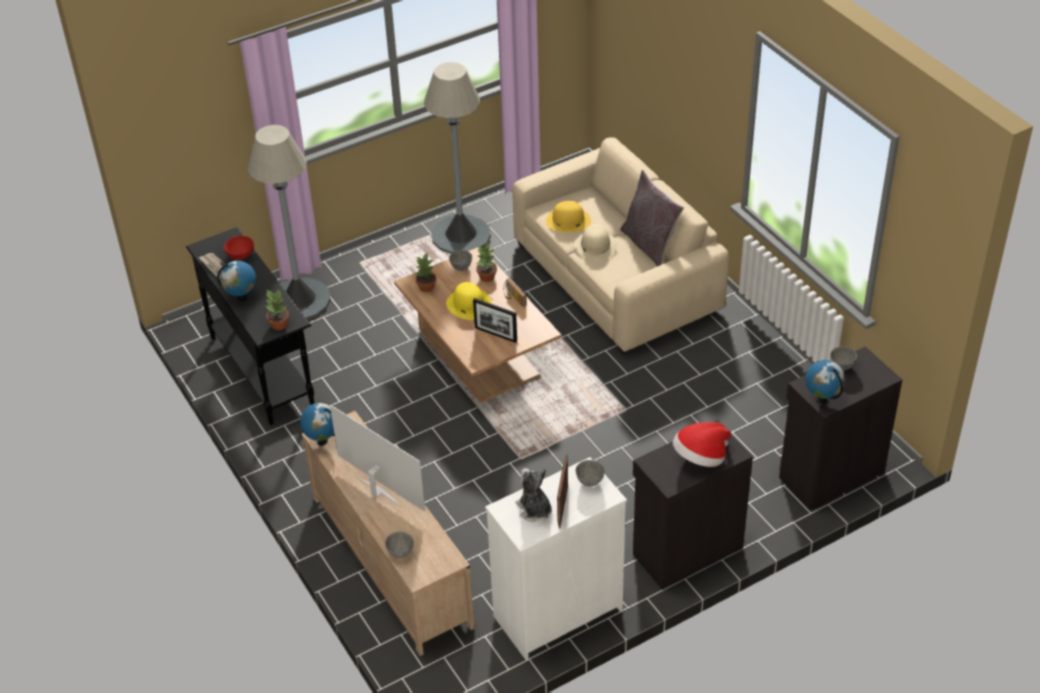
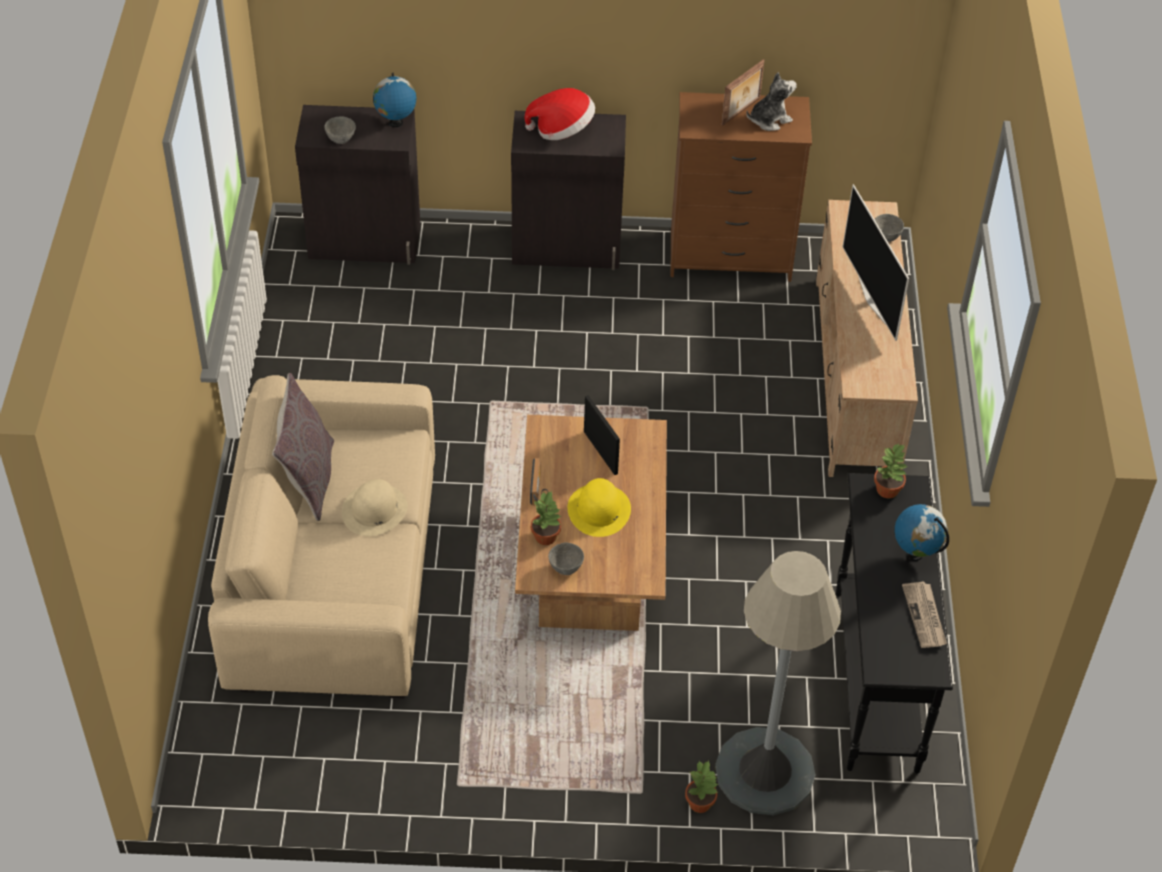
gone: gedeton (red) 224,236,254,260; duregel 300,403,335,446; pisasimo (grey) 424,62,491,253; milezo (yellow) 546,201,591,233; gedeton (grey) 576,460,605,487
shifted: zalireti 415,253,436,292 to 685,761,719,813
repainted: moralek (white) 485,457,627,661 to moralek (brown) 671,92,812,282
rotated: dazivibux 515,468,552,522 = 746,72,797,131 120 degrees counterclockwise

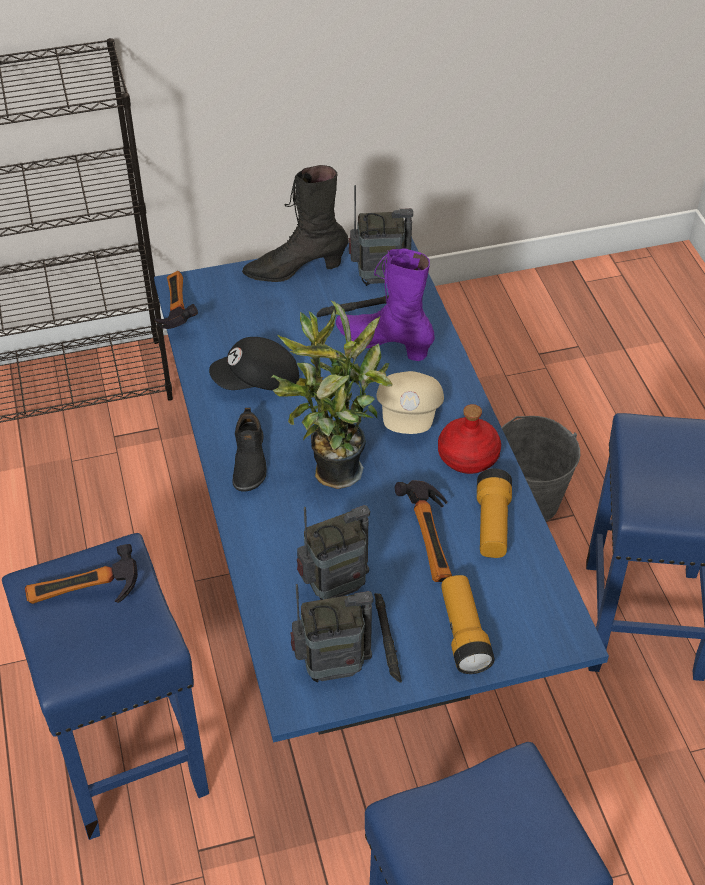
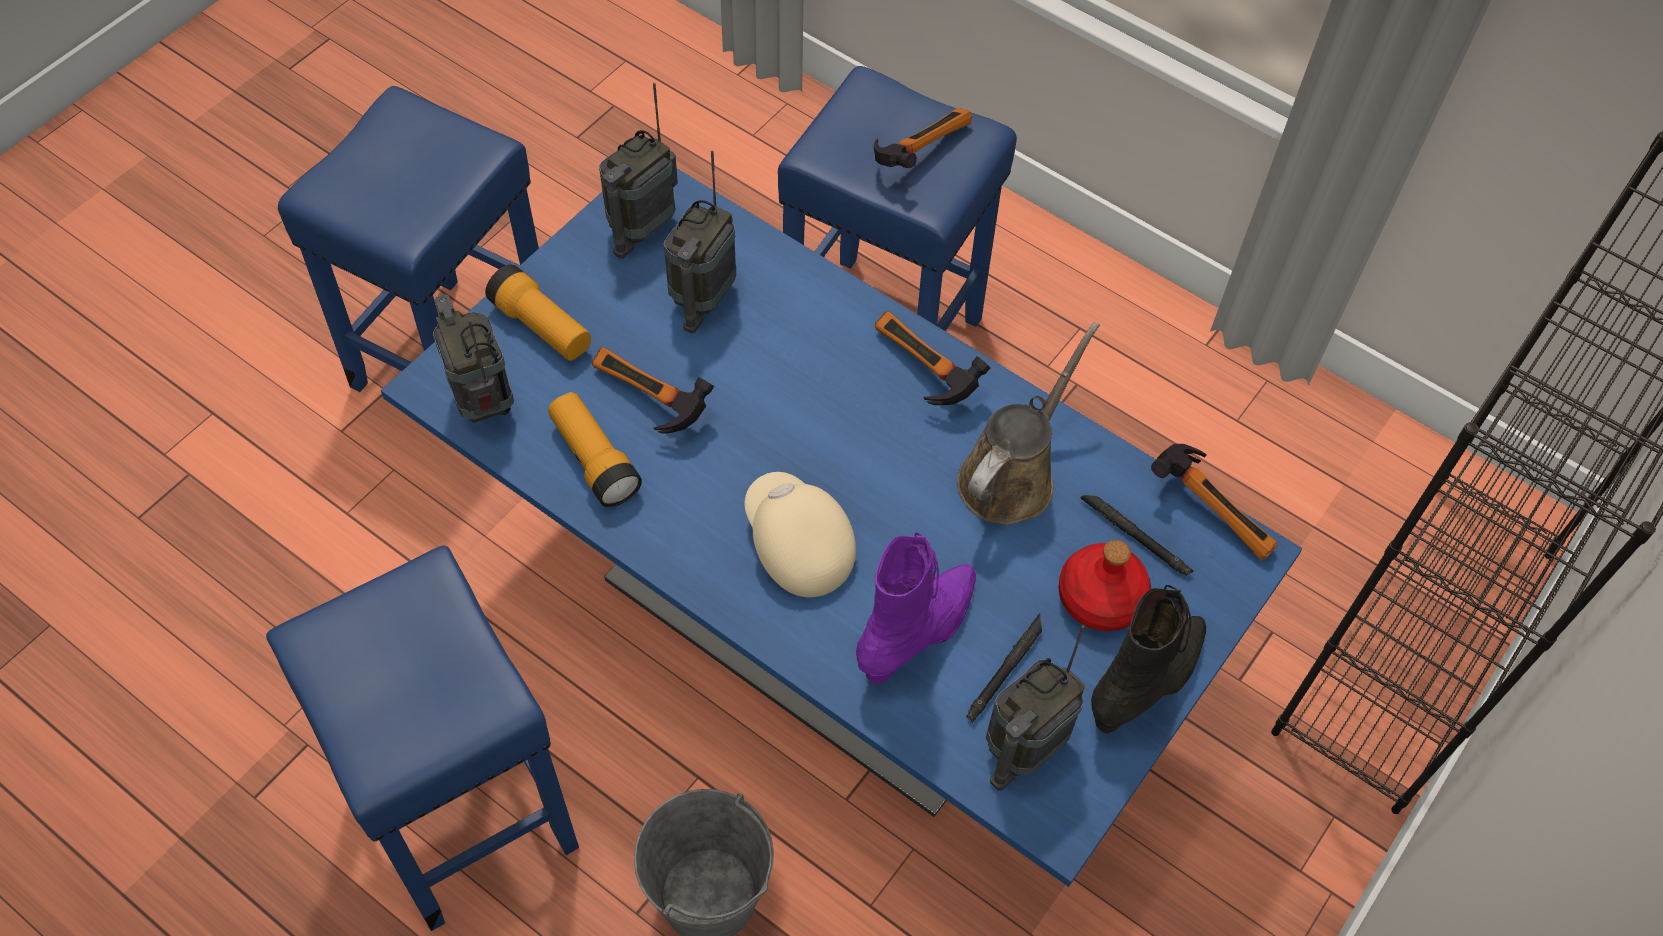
gone: zalireti 272,301,392,489
new: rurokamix 433,294,514,423
shifted: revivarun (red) 438,404,501,474 to 1058,540,1151,631; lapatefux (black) 374,593,402,683 to 1081,495,1193,576
swapped: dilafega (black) 232,408,267,492 to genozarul 875,311,990,405; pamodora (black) 209,337,299,390 to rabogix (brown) 957,322,1100,525
rotated: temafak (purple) 336,248,435,361 = 856,533,976,685 45 degrees counterclockwise

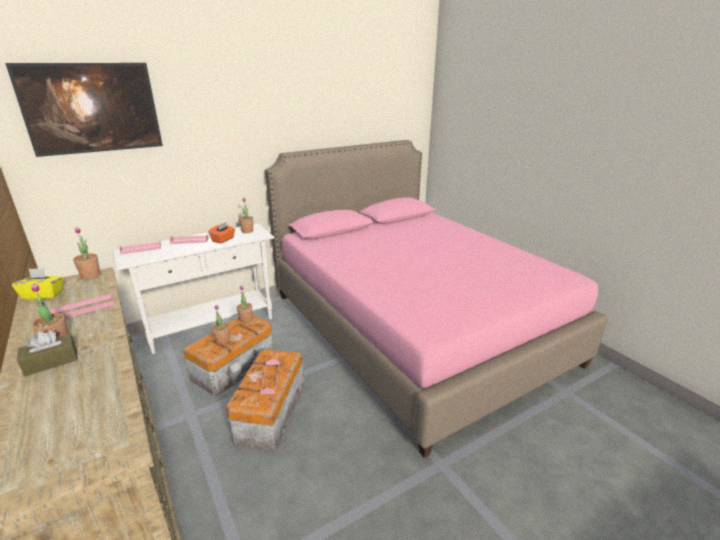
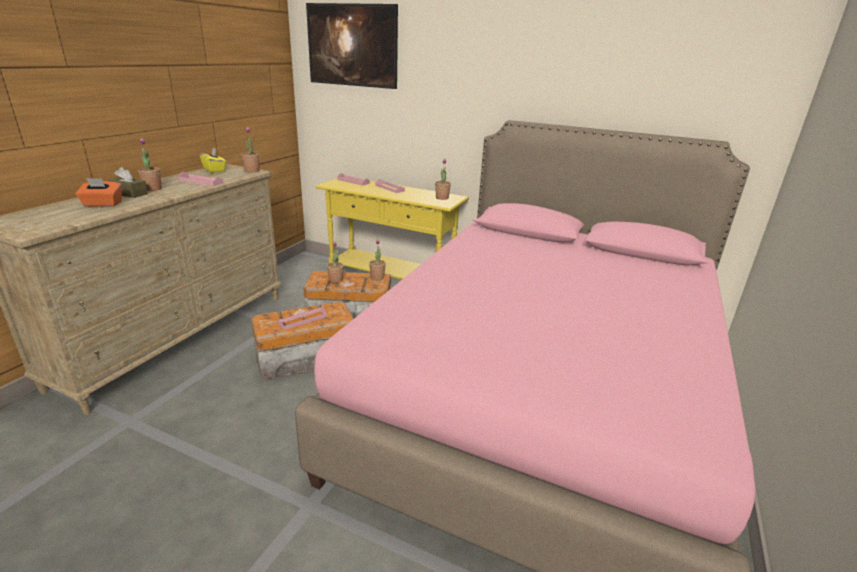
shifted: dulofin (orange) 208,222,235,244 to 75,178,122,207
repainted: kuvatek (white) 112,223,274,354 to kuvatek (yellow) 315,178,469,279

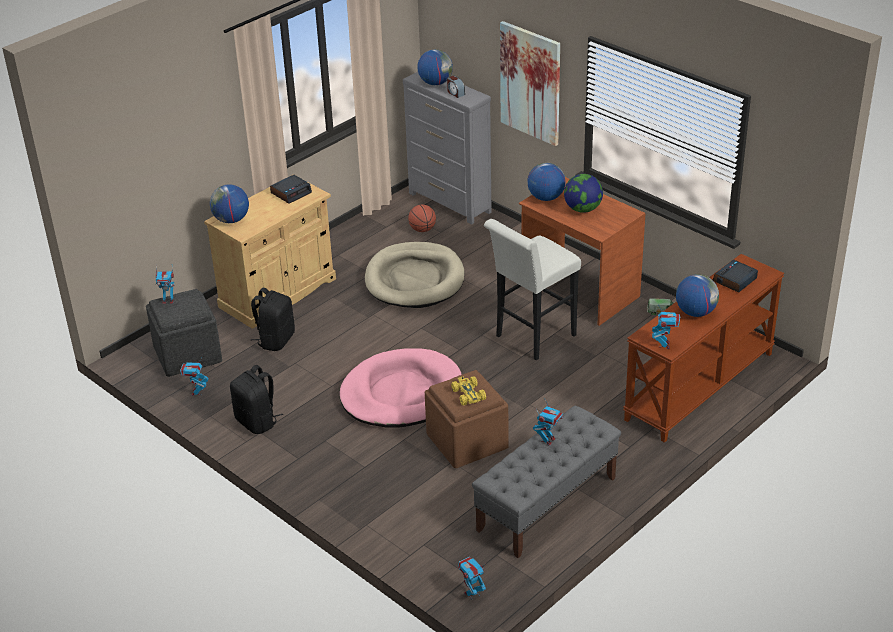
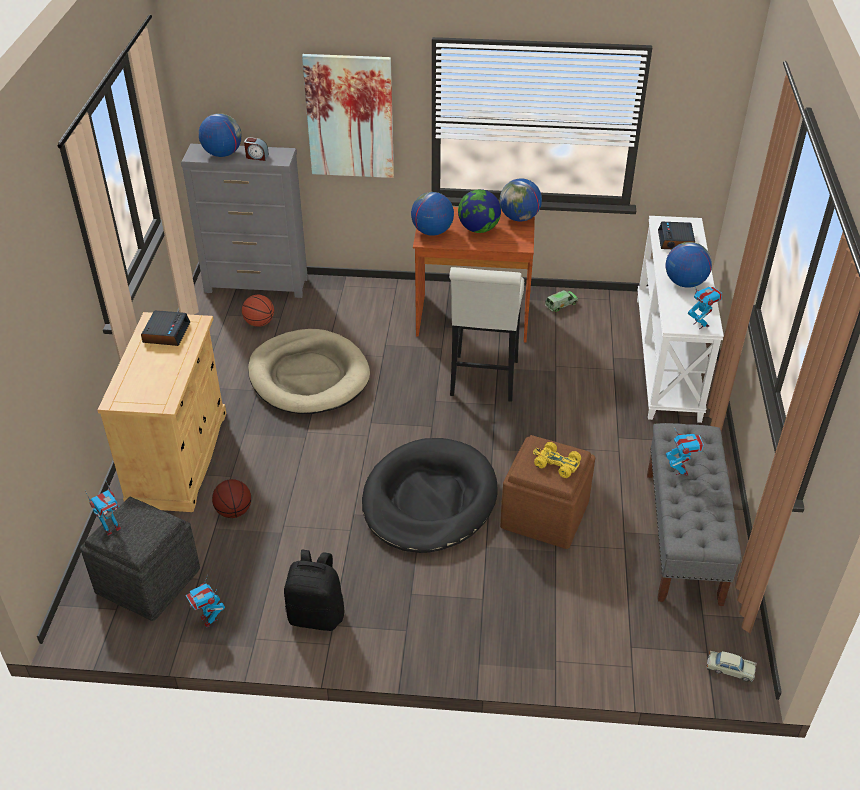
shifted: duregel 210,184,249,223 to 499,178,542,222
swapped: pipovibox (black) 251,288,295,351 to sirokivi 212,479,251,518; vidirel 458,557,486,599 to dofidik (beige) 706,651,757,682
repainted: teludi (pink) 340,348,462,428 to teludi (black) 362,438,498,553; kuvatek (brown) 623,254,784,443 to kuvatek (white) 637,216,724,423

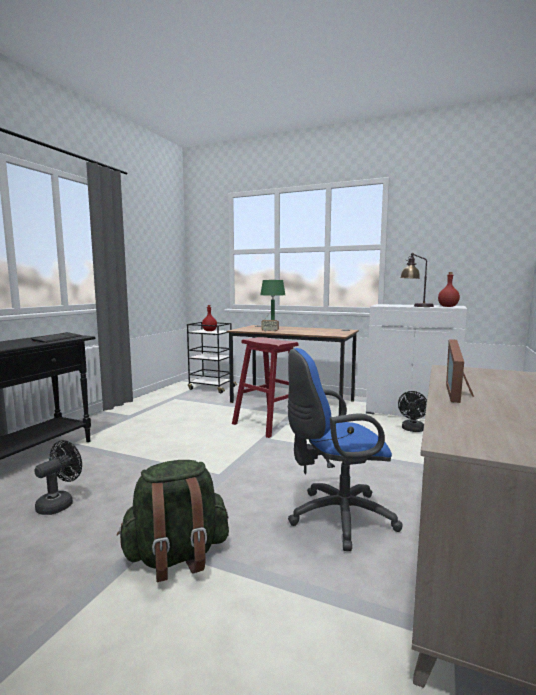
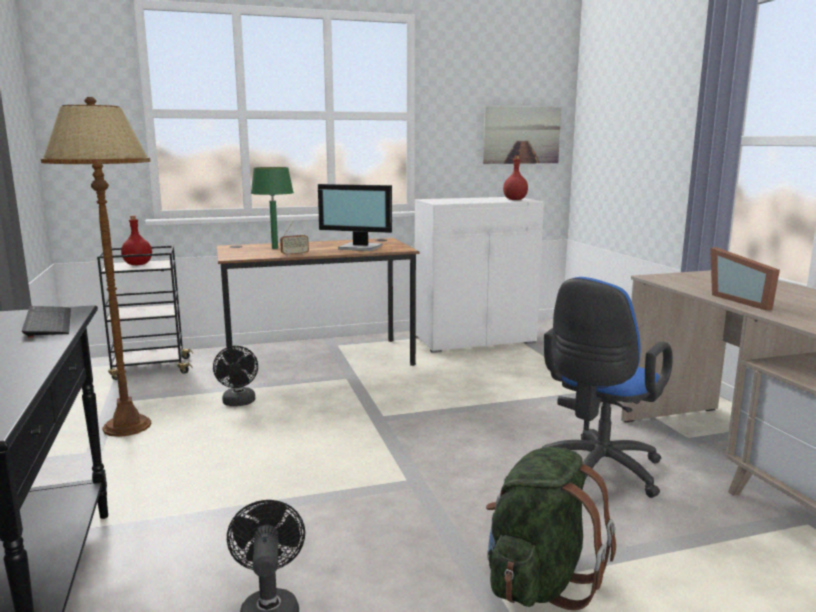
gone: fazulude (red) 232,337,299,438; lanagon 401,253,434,307
new: pisasimo (brown) 41,97,151,437; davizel 318,184,392,251; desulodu 483,106,561,164
shifted: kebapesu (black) 398,391,427,432 to 213,346,258,406

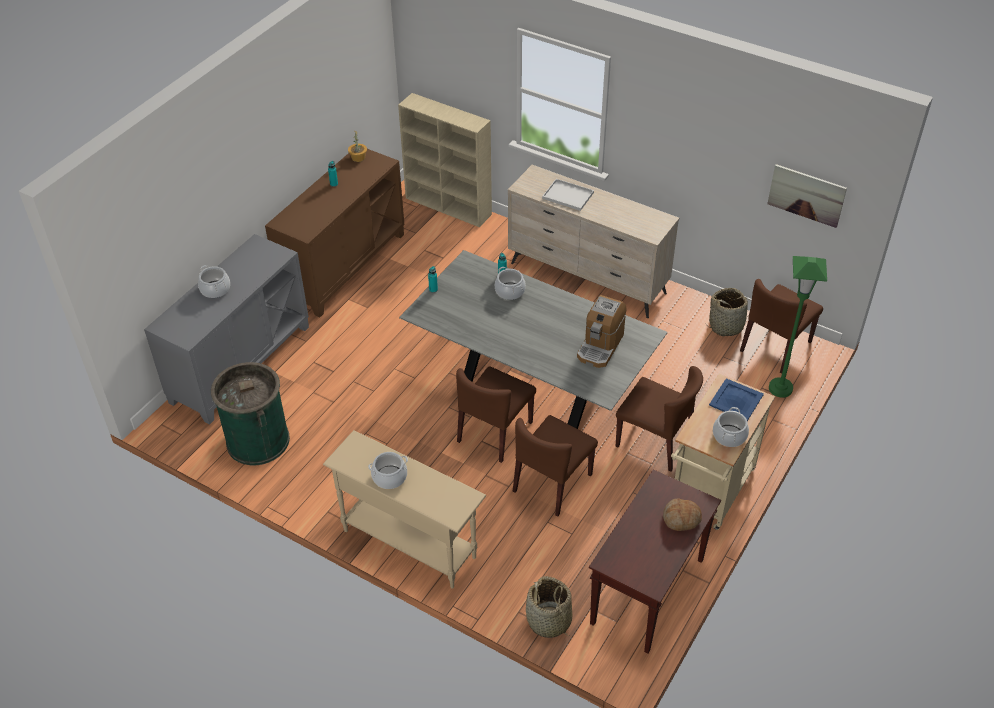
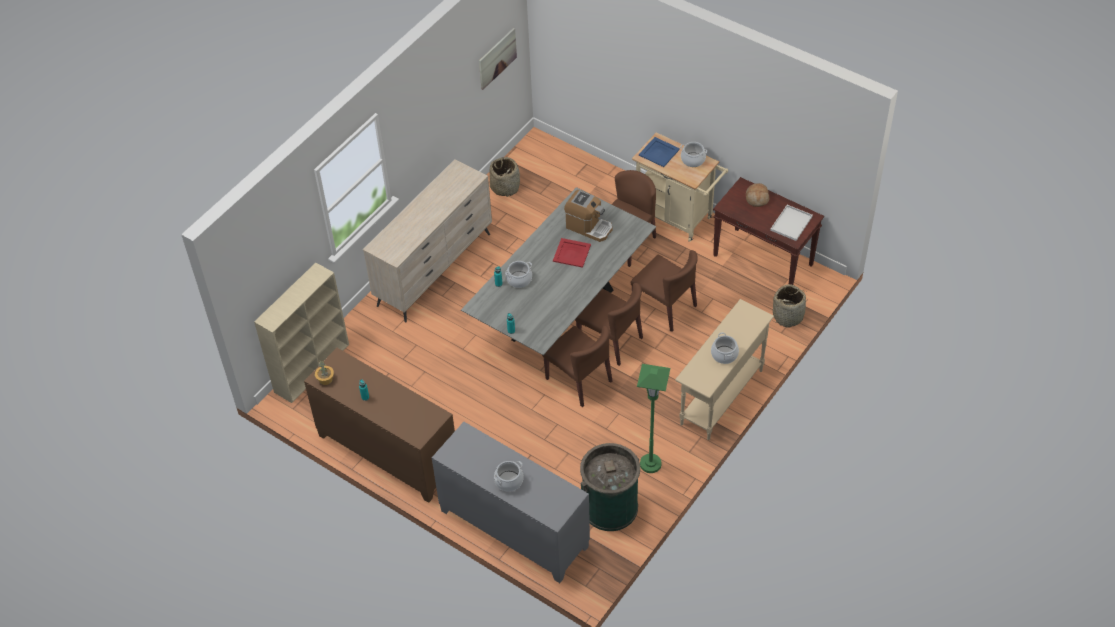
new: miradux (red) 553,238,591,268
shifted: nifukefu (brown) 740,279,823,373 to 542,326,612,407; pisasimo (green) 769,256,827,398 to 637,364,670,473; miradux (white) 542,179,594,211 to 770,205,813,241

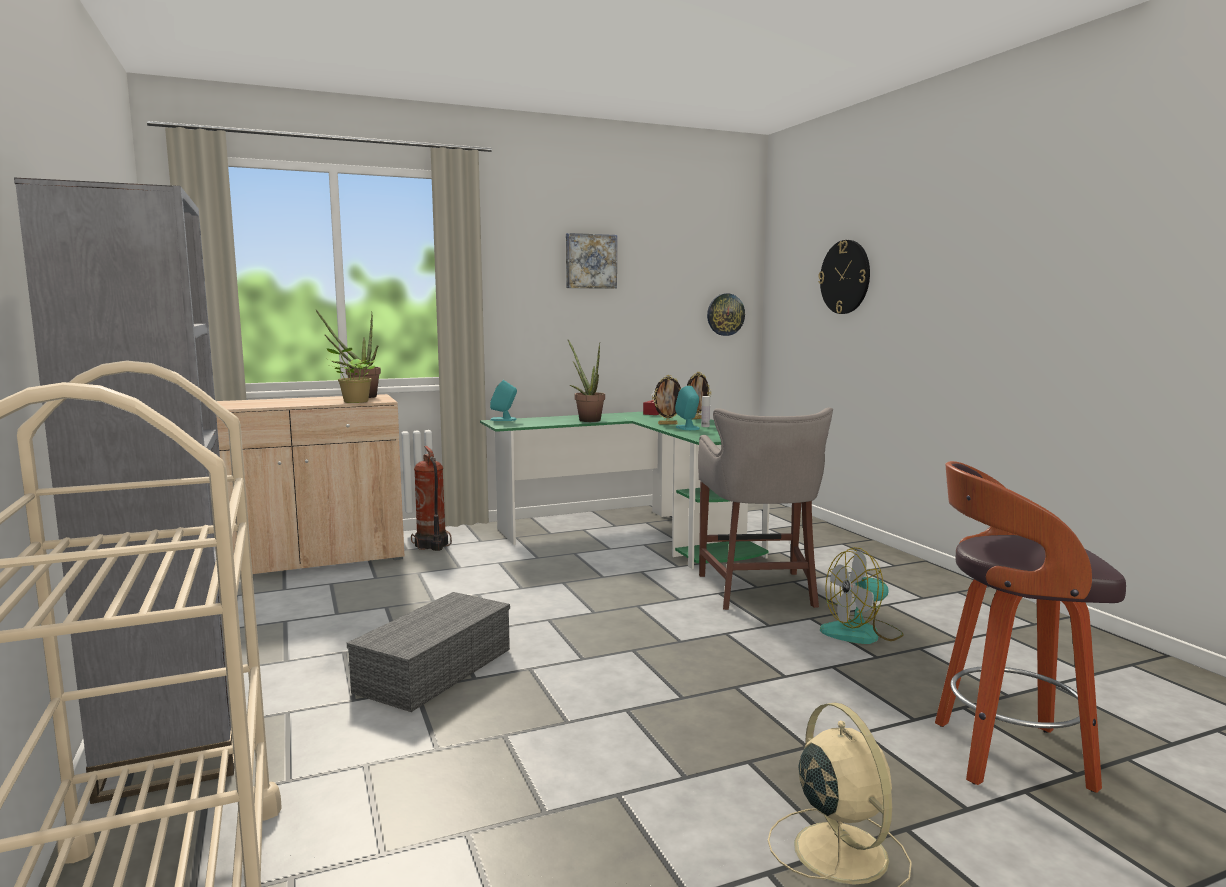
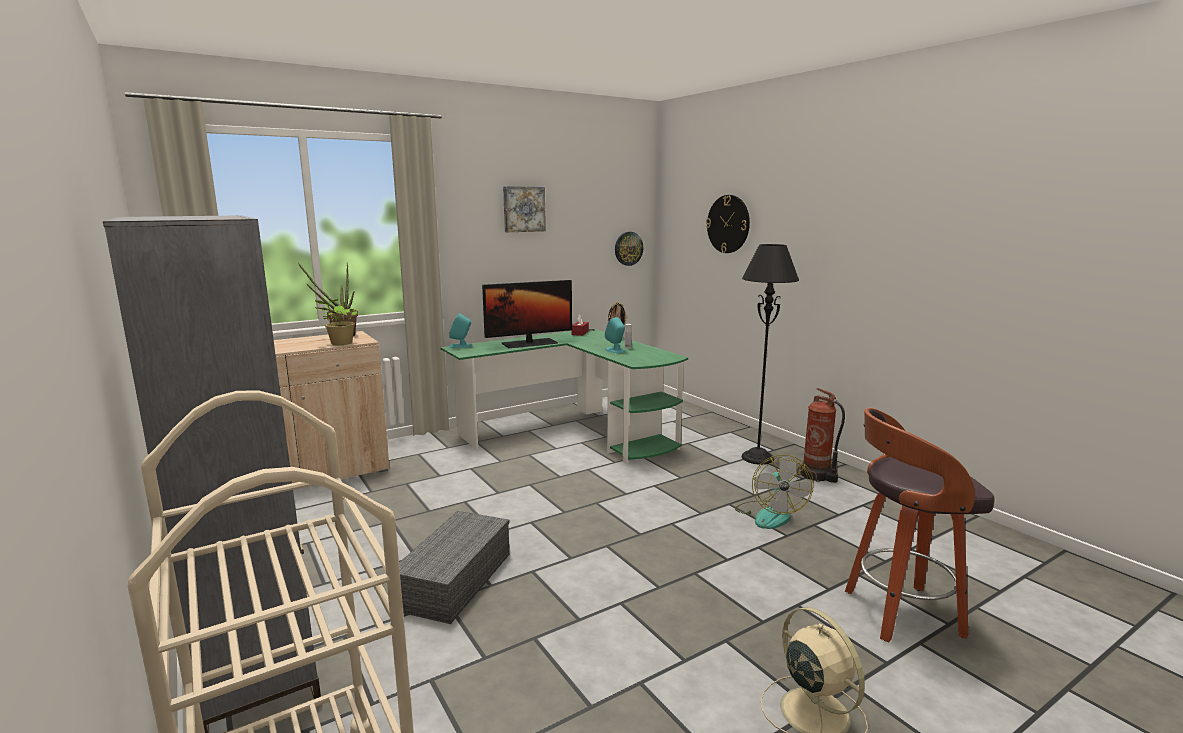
gone: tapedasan 652,375,681,425; fazulude (grey) 698,407,833,610
new: pisasimo (black) 742,244,799,465
shifted: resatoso 411,446,452,551 to 797,388,845,483
swapped: zalireti 567,339,605,422 to davizel 482,280,572,348
rotated: kebapesu 820,547,903,644 = 735,455,814,529 60 degrees counterclockwise

